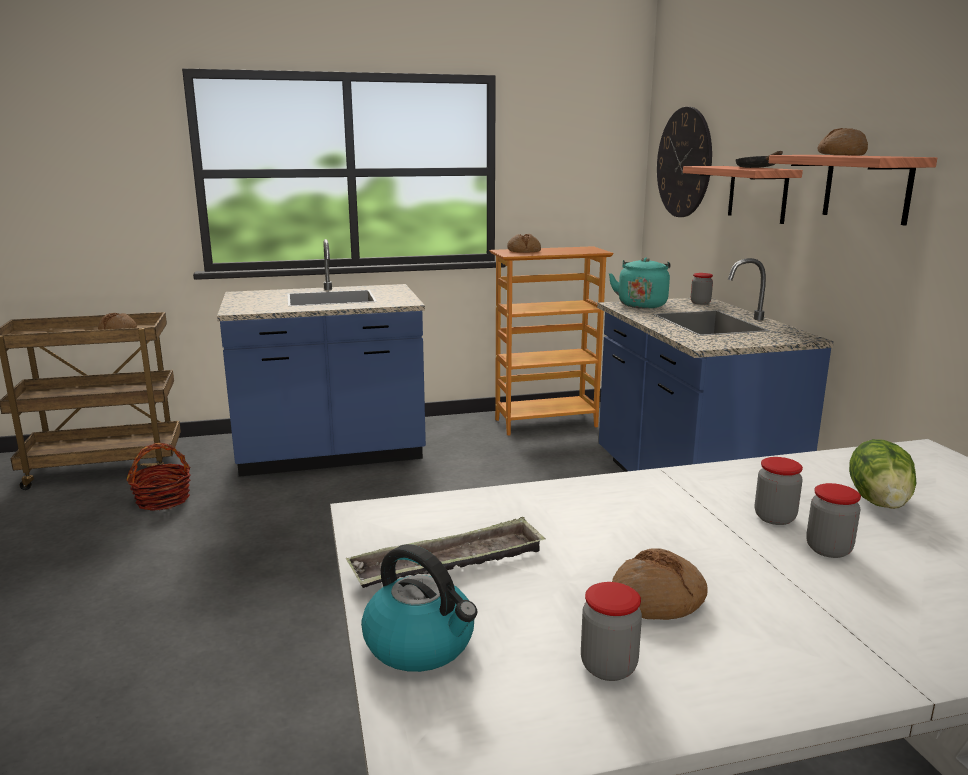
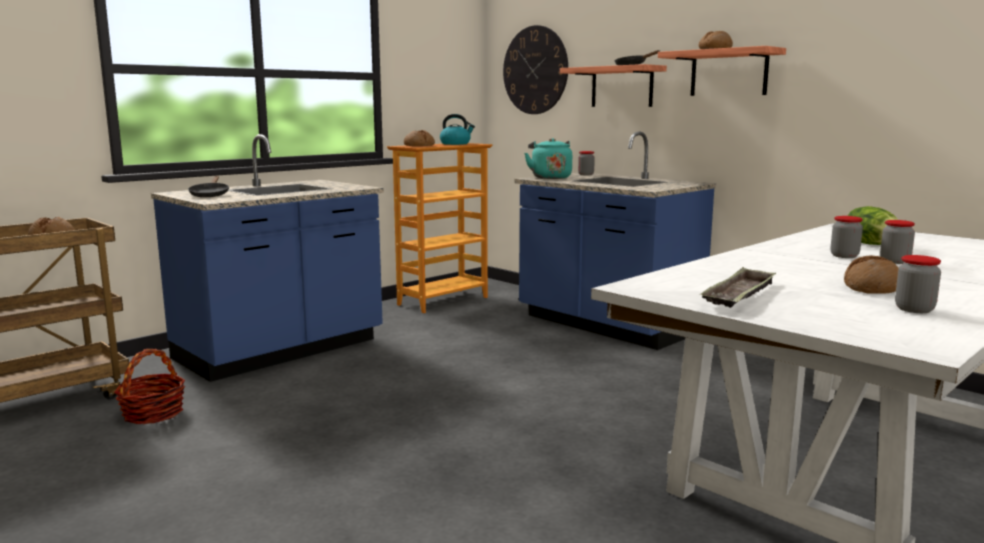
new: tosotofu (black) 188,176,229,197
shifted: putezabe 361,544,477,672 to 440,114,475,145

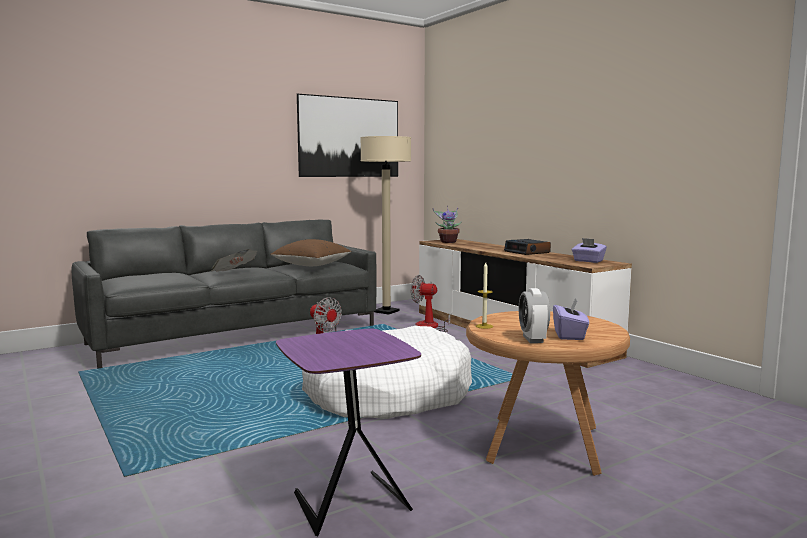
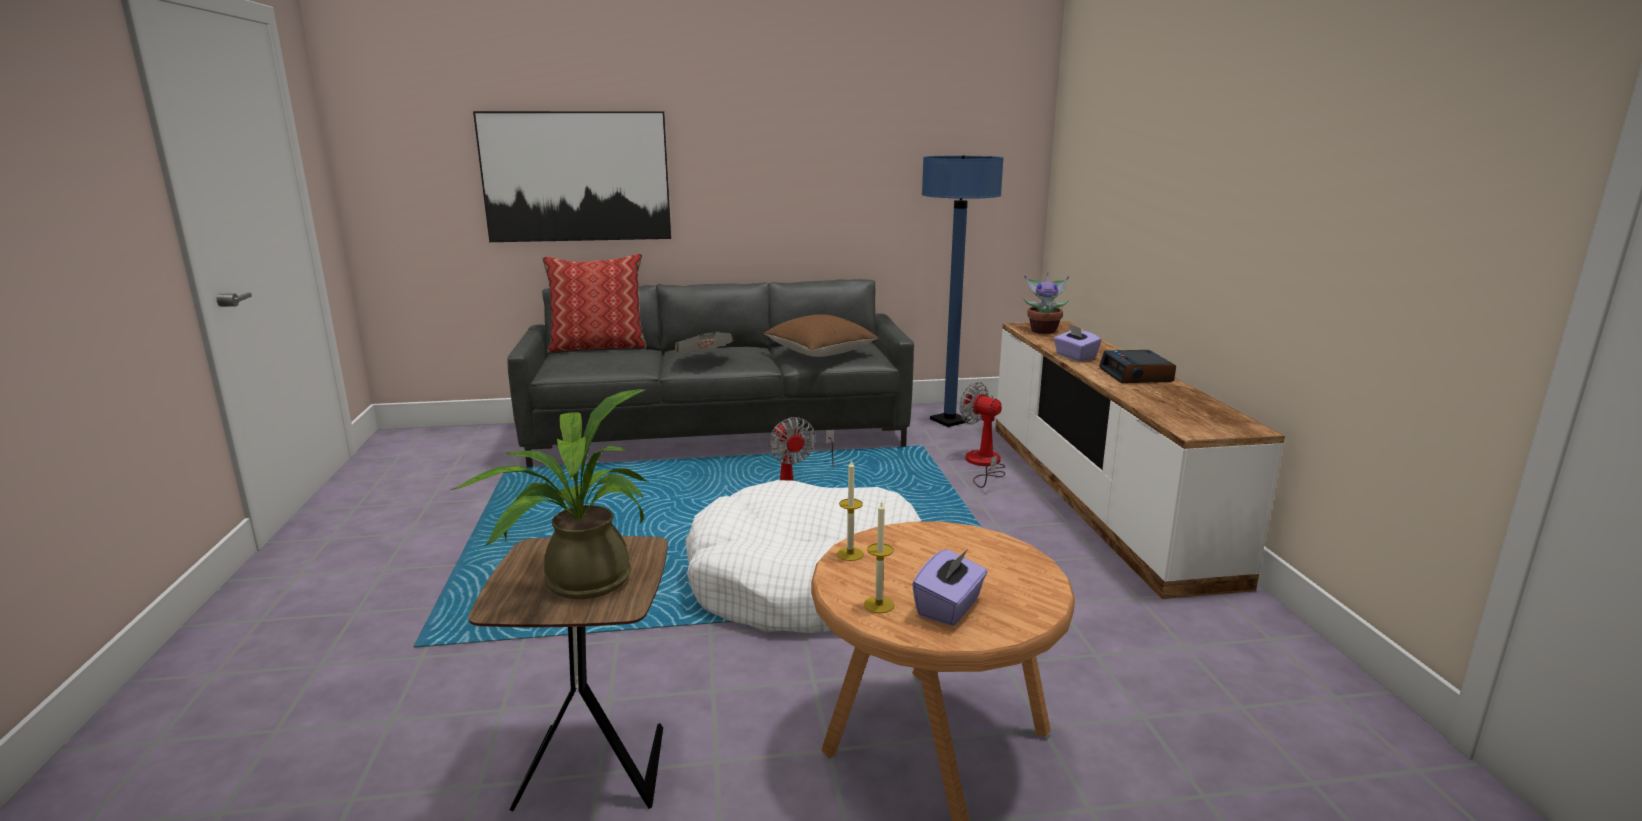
new: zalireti 450,389,649,599; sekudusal 542,253,646,353
shifted: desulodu 297,94,398,177 to 473,111,671,242; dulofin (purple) 572,238,607,263 to 1054,324,1101,361
swapped: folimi 519,288,550,343 to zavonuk 864,501,894,613
repainted: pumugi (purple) 276,329,421,536 to pumugi (brown) 468,536,668,811; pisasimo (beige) 360,136,411,314 to pisasimo (blue) 921,155,1004,427

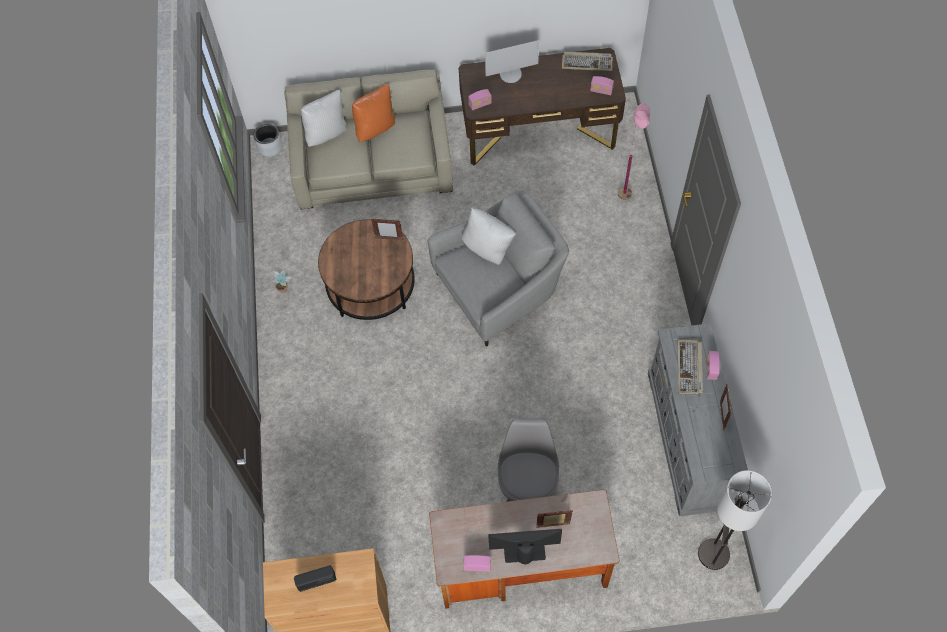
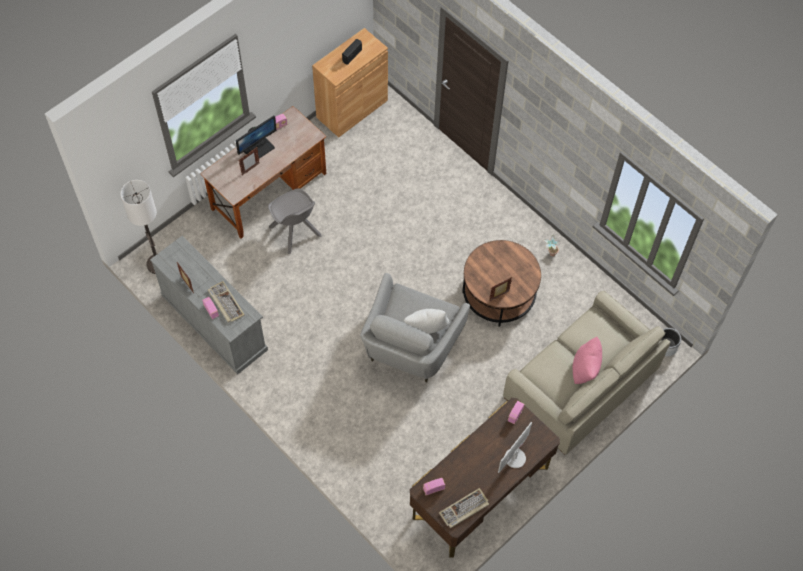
gone: sekudusal (white) 301,90,347,147; pisasimo (pink) 618,103,650,200
repainted: sekudusal (orange) 352,84,395,142 to sekudusal (pink) 572,337,602,384

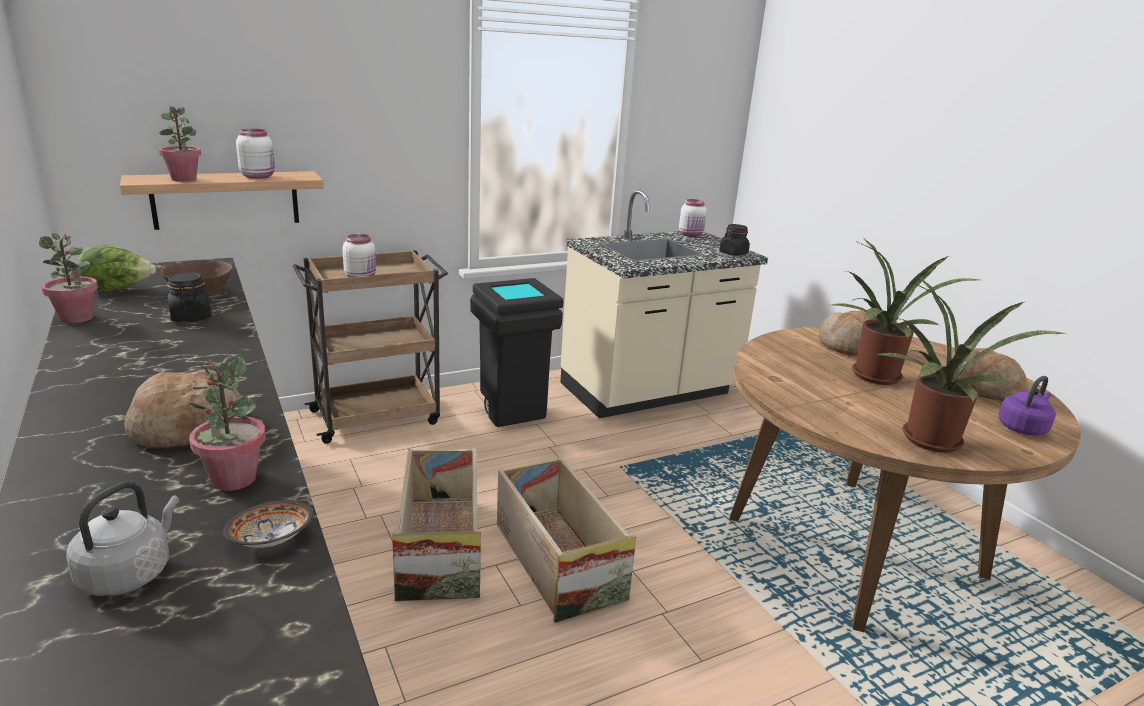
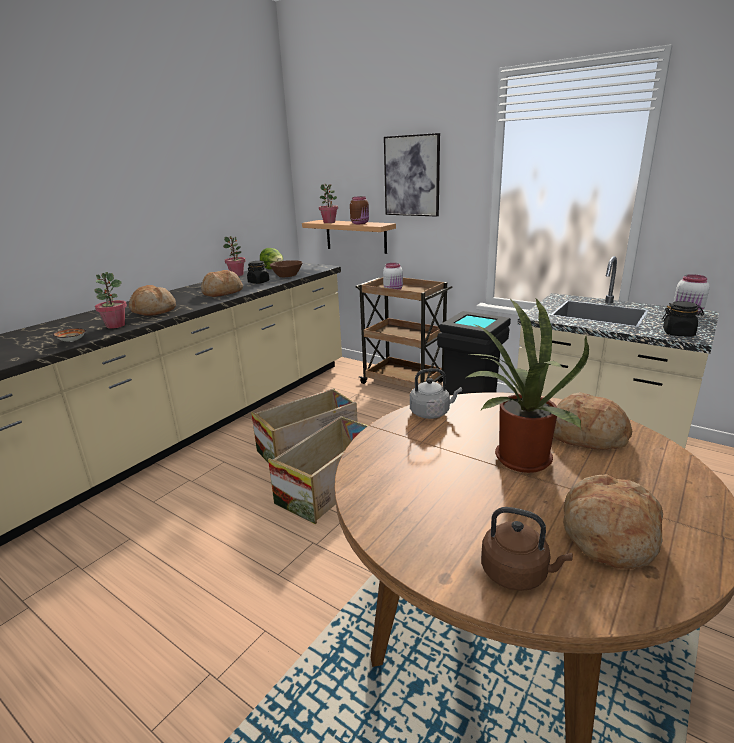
gone: zalireti 877,277,1066,453
new: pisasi 201,270,243,297; desulodu 384,133,440,217
shifted: putezabe (grey) 66,481,179,596 to 410,368,462,419
repainted: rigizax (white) 236,129,275,179 to rigizax (brown) 350,196,369,224; putezabe (purple) 998,376,1056,436 to putezabe (brown) 481,507,573,591

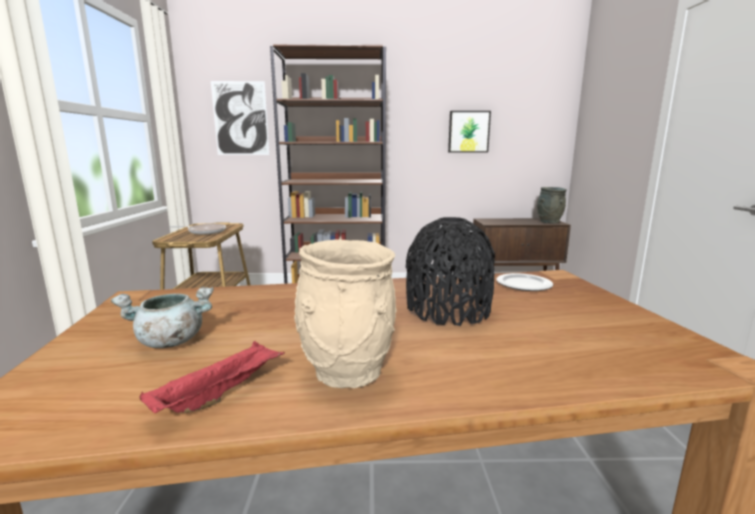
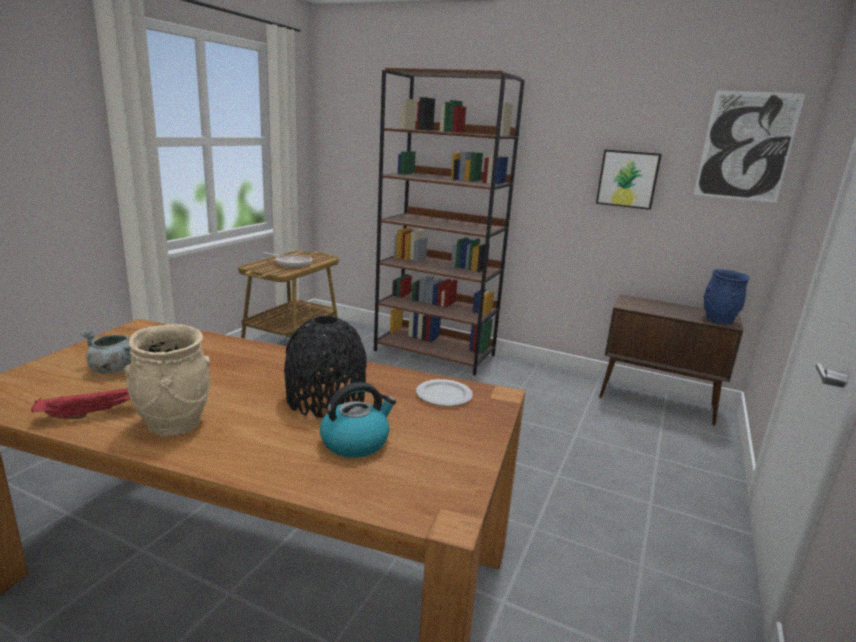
new: putezabe 320,382,396,458
shifted: desulodu 211,81,270,155 to 694,91,806,203
repainted: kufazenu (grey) 537,187,567,223 to kufazenu (blue) 703,269,750,324

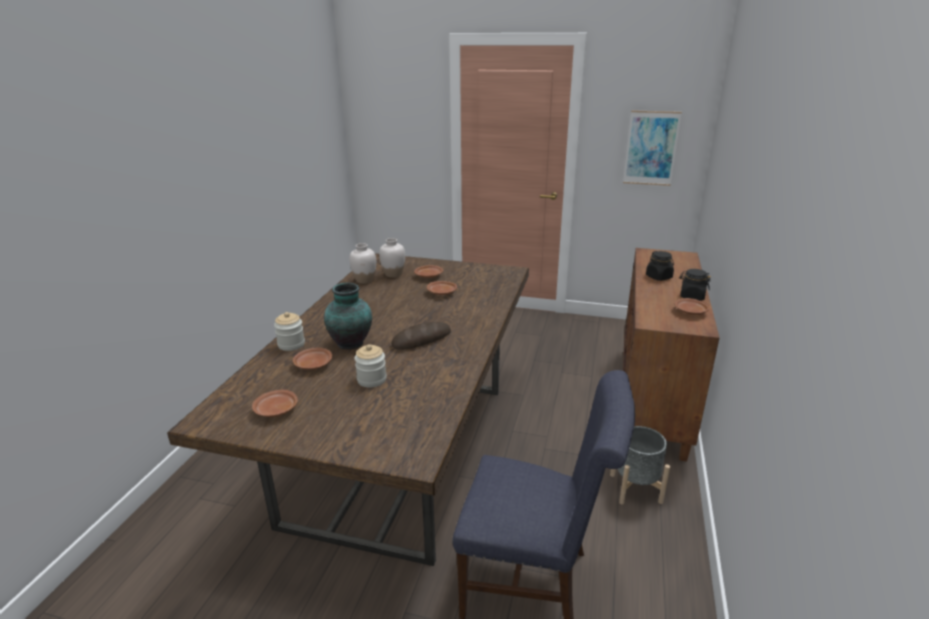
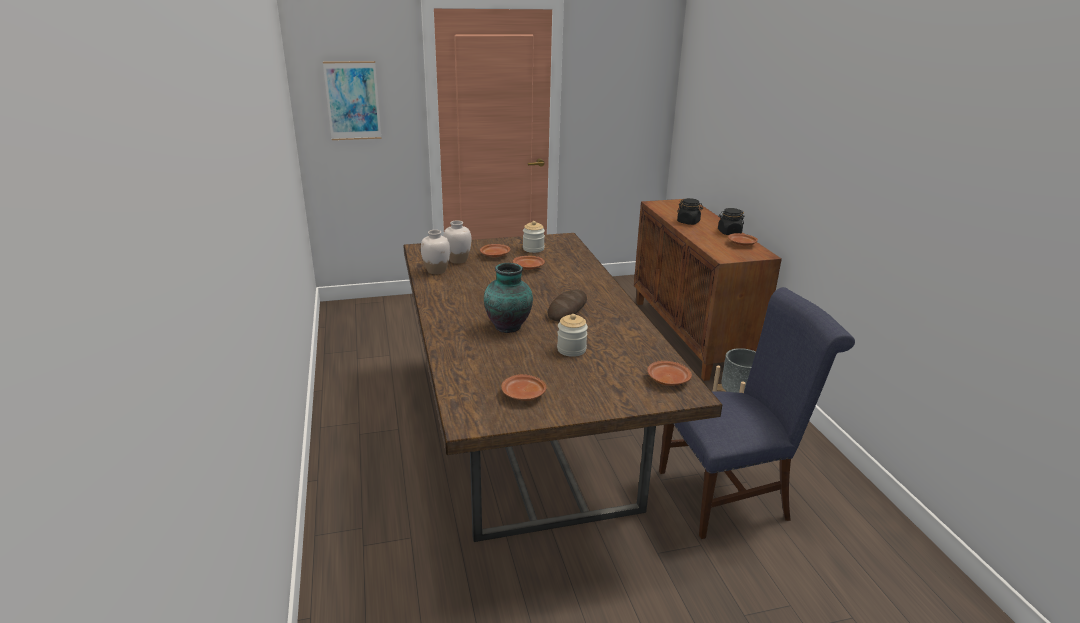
shifted: desulodu 623,110,682,186 to 323,61,381,140; rigizax 274,312,305,351 to 523,221,545,253; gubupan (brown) 293,347,332,370 to 647,361,692,386

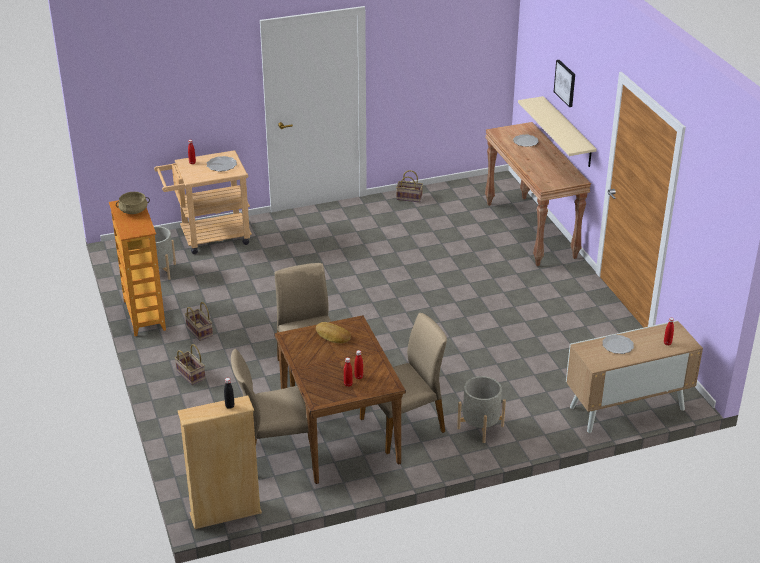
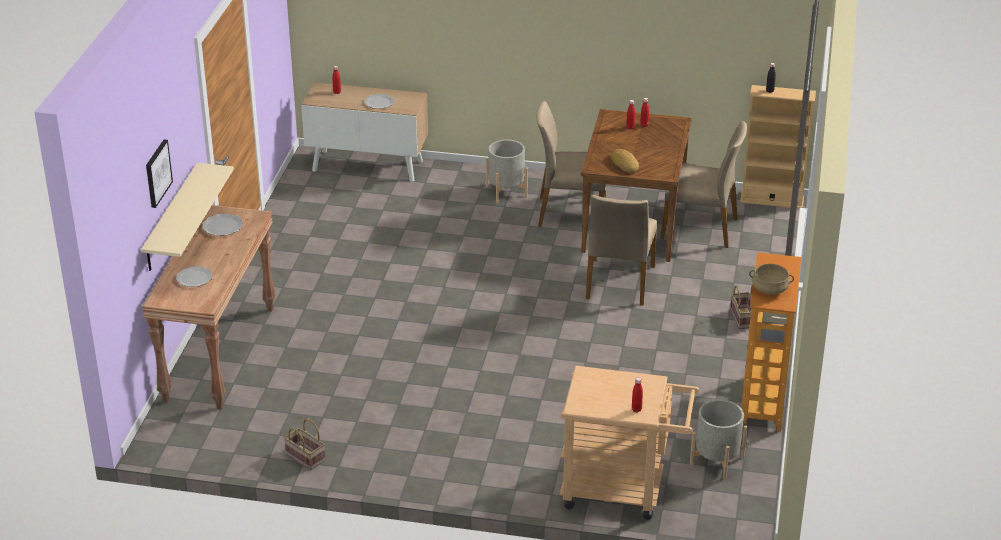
gone: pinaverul 185,302,213,341
shifted: gubupan 207,156,237,171 to 202,213,243,236

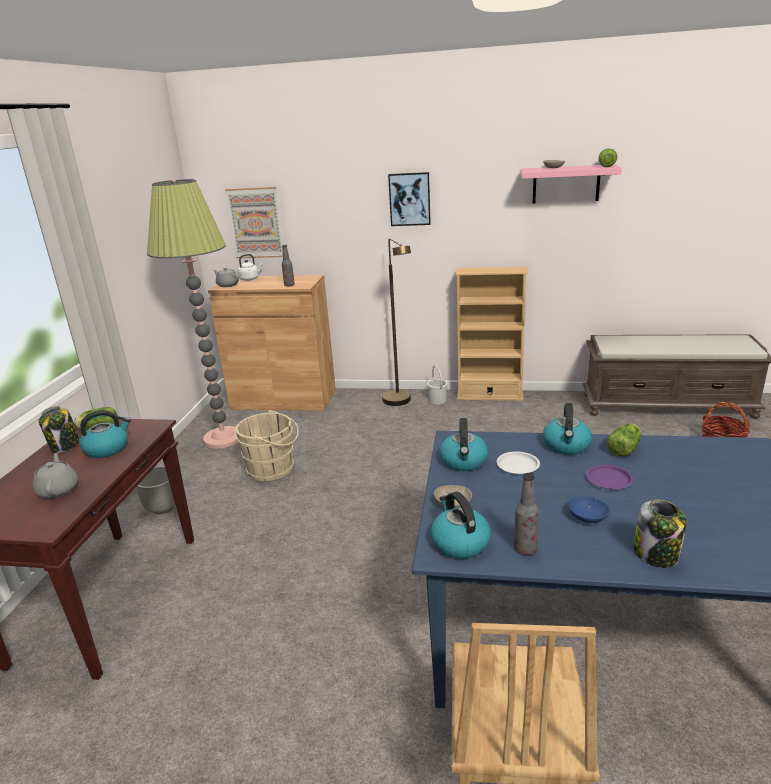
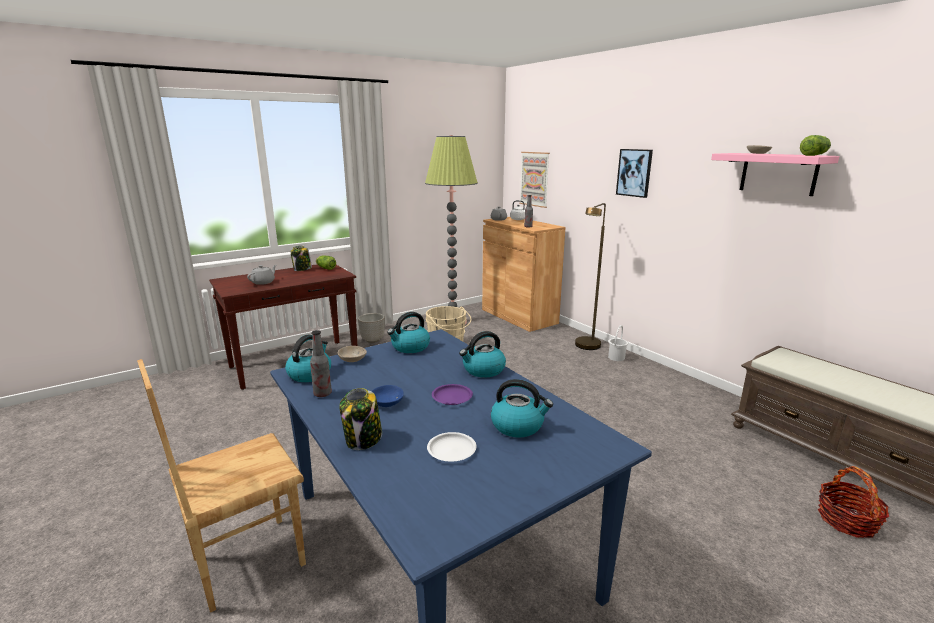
gone: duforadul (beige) 455,267,528,401; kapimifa 607,423,641,456
shifted: gubupan (white) 497,451,540,474 to 427,432,476,462; putezabe 80,410,131,458 to 491,379,553,438

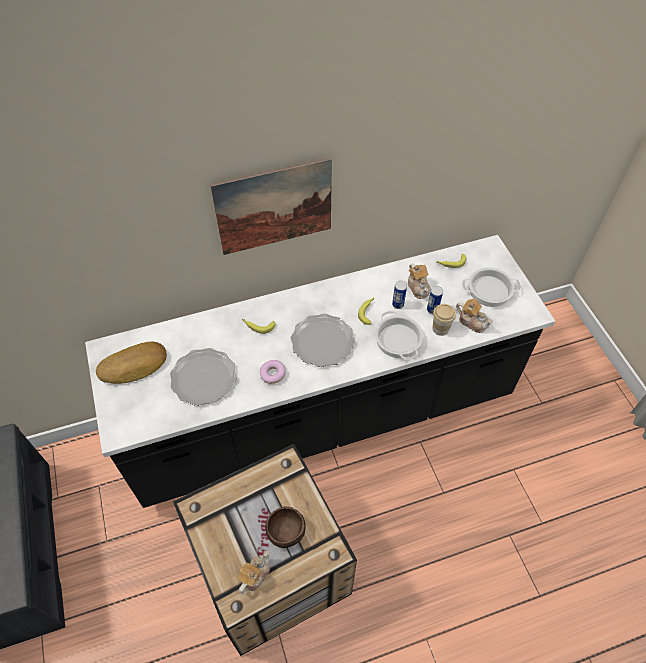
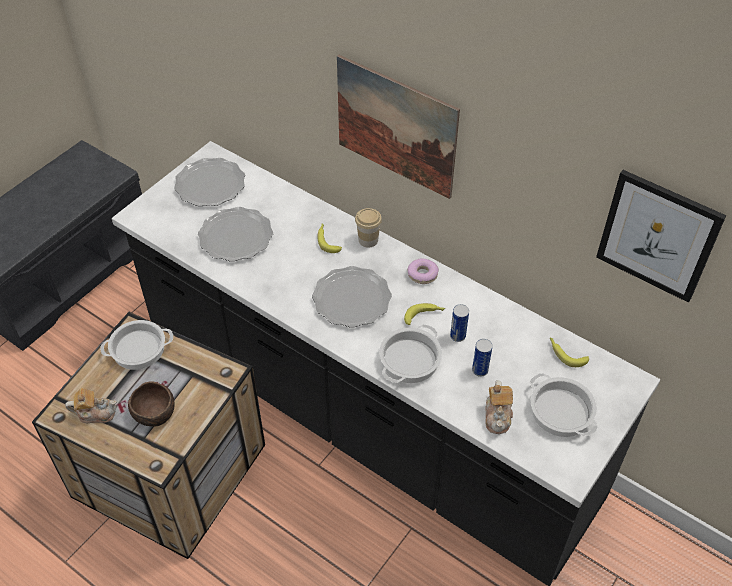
gone: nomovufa 408,263,431,299
new: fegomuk 100,320,173,370; desulodu 596,170,726,303
shifted: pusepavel 432,304,456,336 to 355,208,382,248; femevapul 260,360,286,384 to 407,259,439,284
swapped: pisasi 96,341,167,384 to gubupan 174,158,245,206

